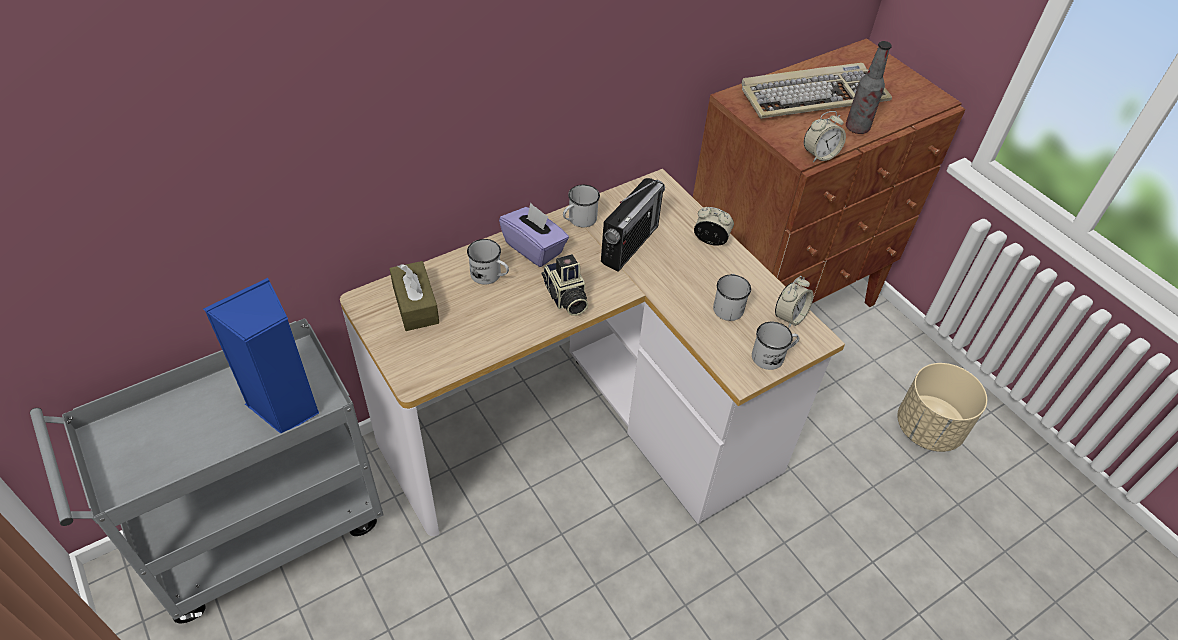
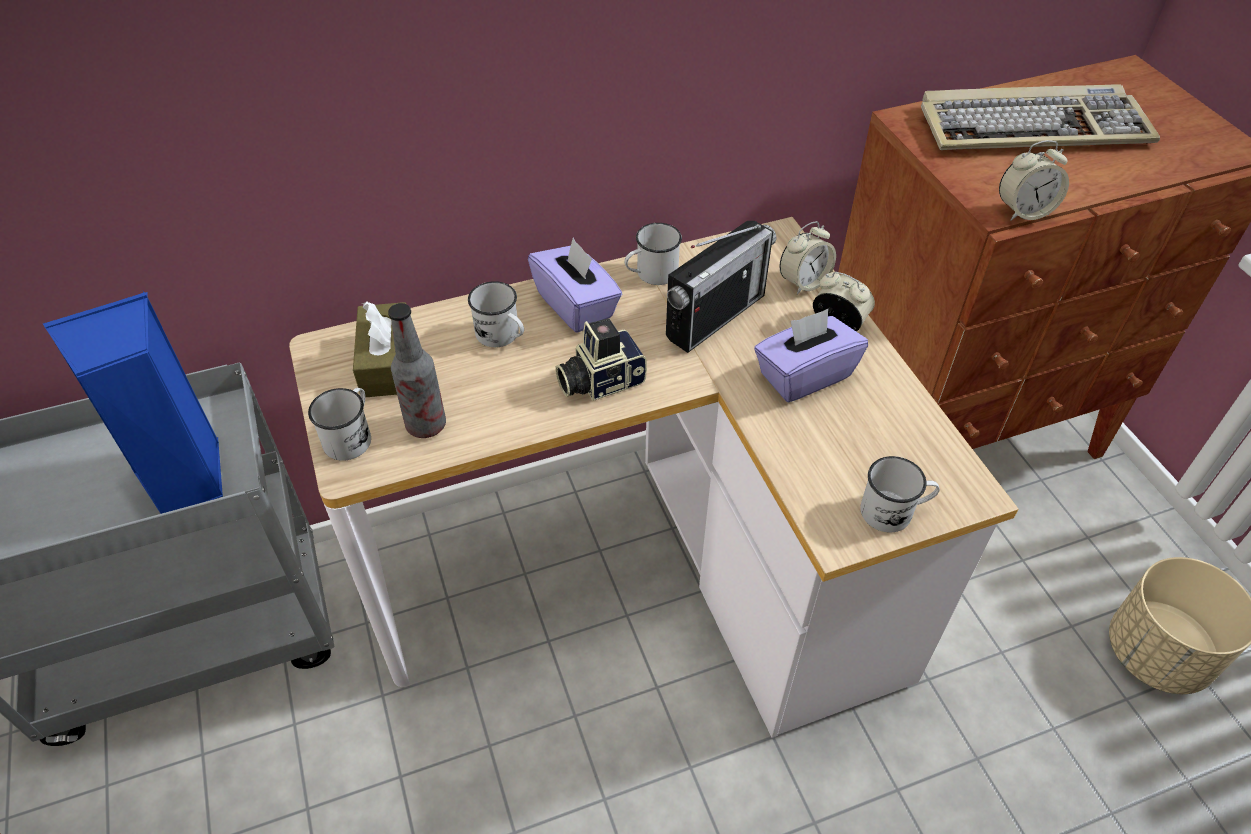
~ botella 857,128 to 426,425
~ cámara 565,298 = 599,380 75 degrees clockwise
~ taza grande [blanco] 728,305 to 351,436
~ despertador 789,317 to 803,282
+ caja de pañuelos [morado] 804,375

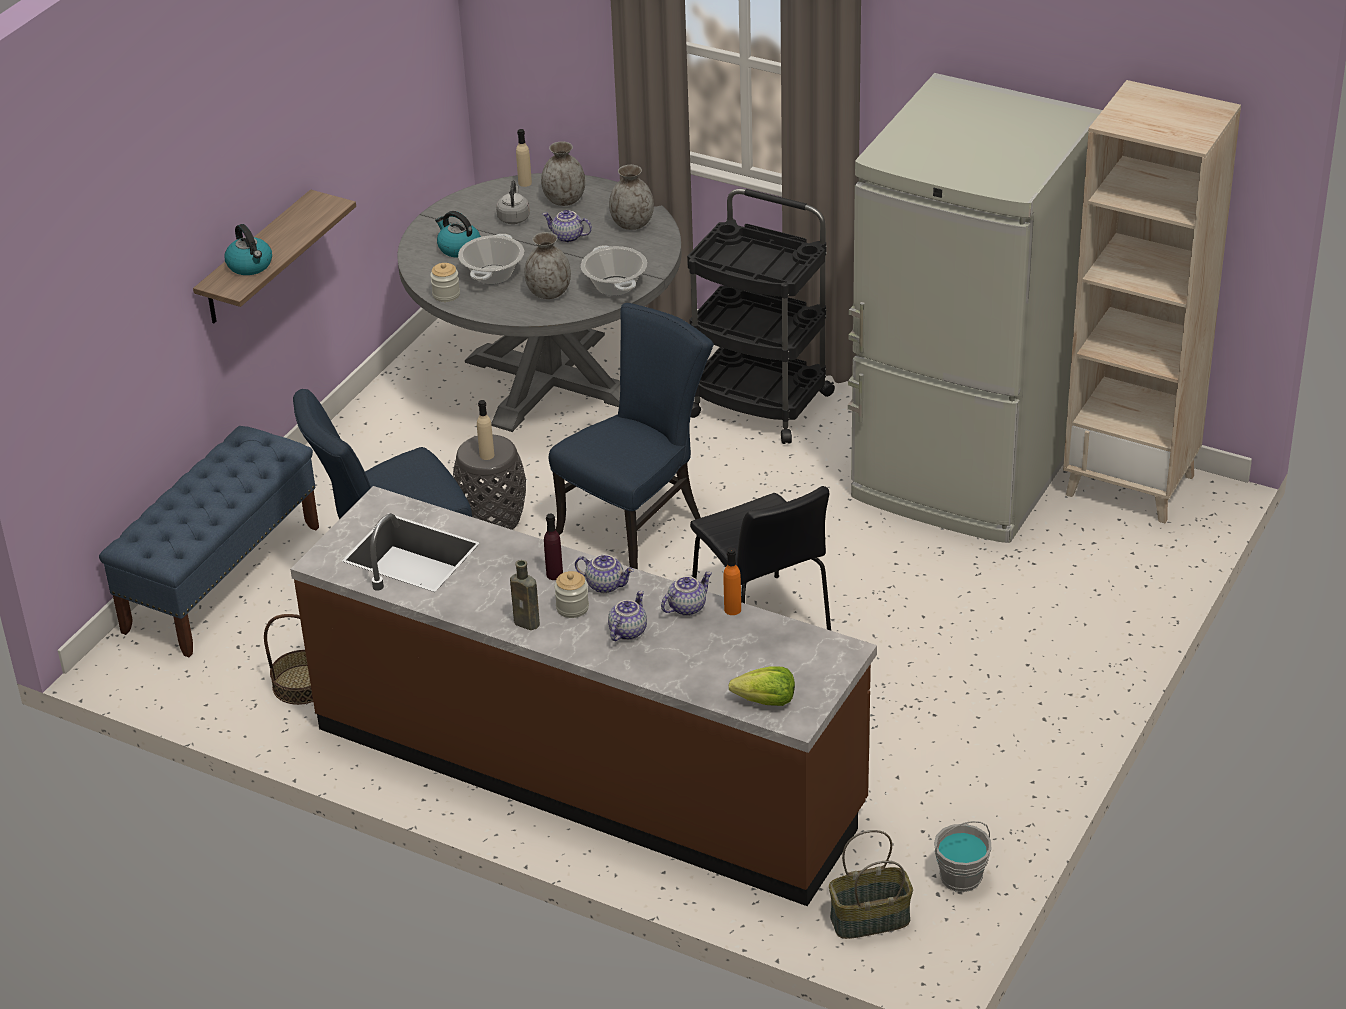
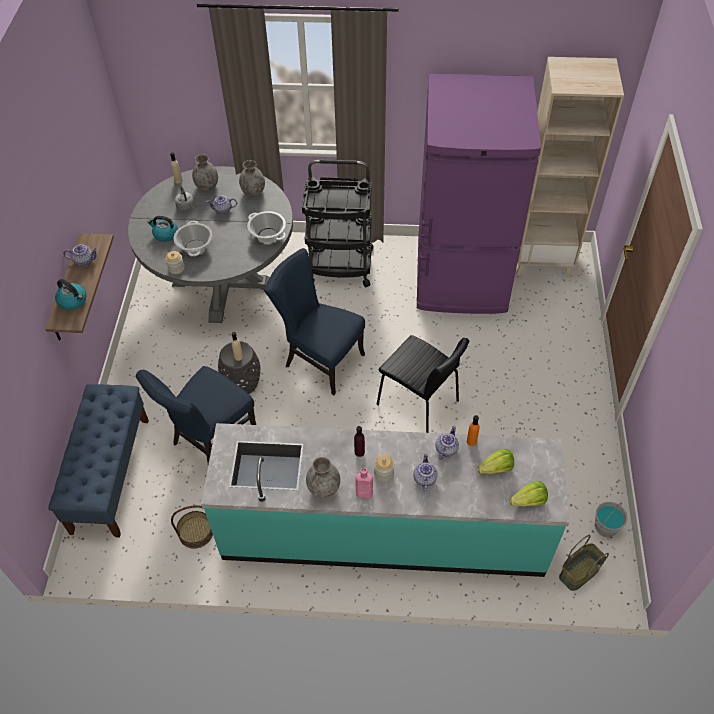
~ nevera [blanco] 963,471 to nevera [morado] 461,276
~ florero [gris] 549,293 to 324,488
~ silla [azul] 637,522 = 319,359 75 degrees counterclockwise
~ mueble bajo de cocina [marrón] 588,768 to mueble bajo de cocina [turquesa] 383,530
~ tetera 606,585 to 84,260
~ botella [marrón] 528,623 to botella [rosa] 365,493
+ lechuga 496,468

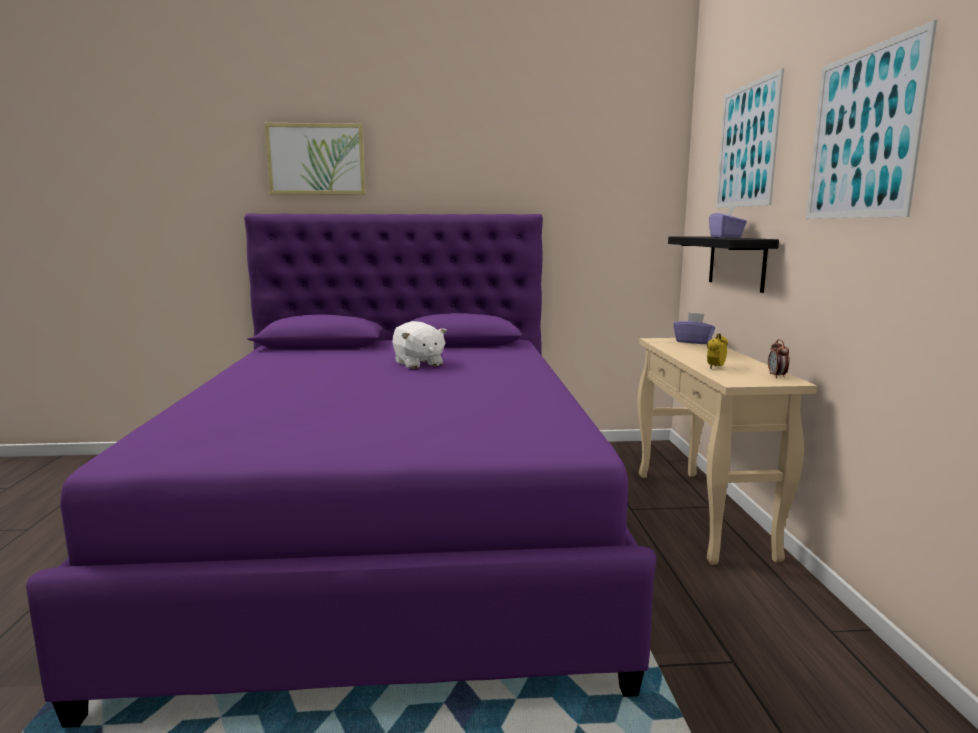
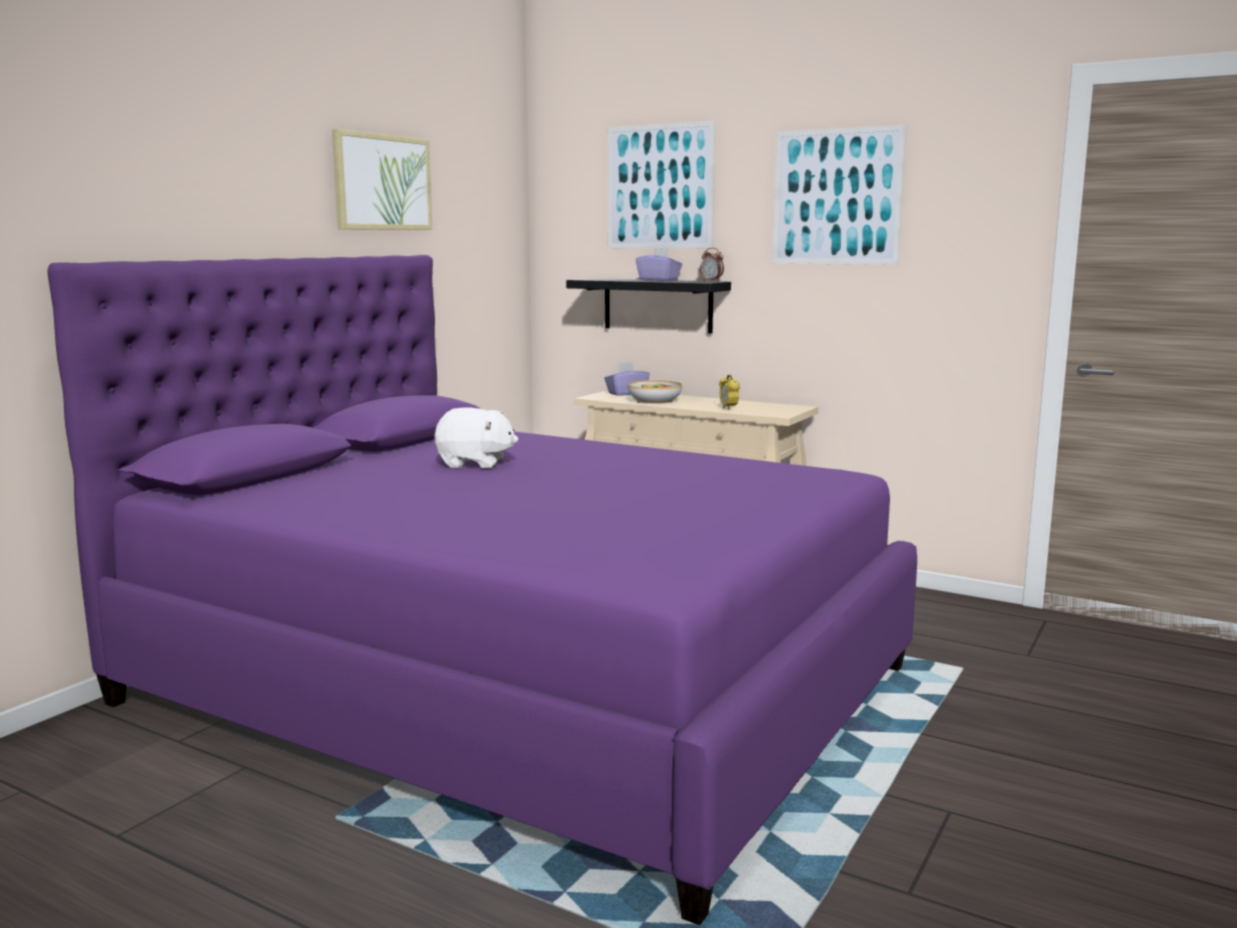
~ cuadro 316,159 to 382,182
~ despertador 777,376 to 711,281
+ cuenco 655,401

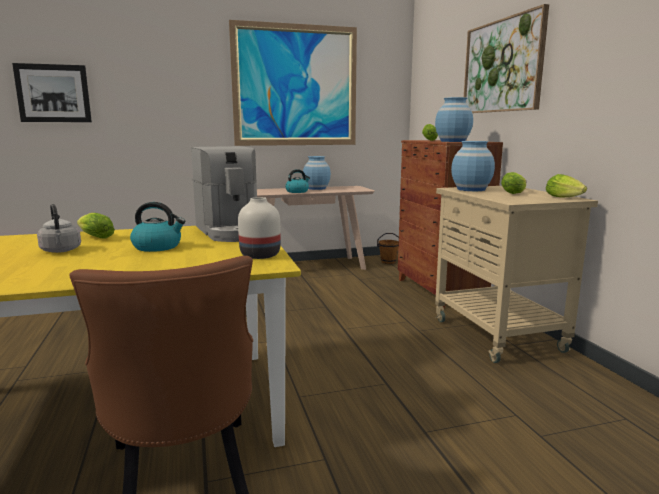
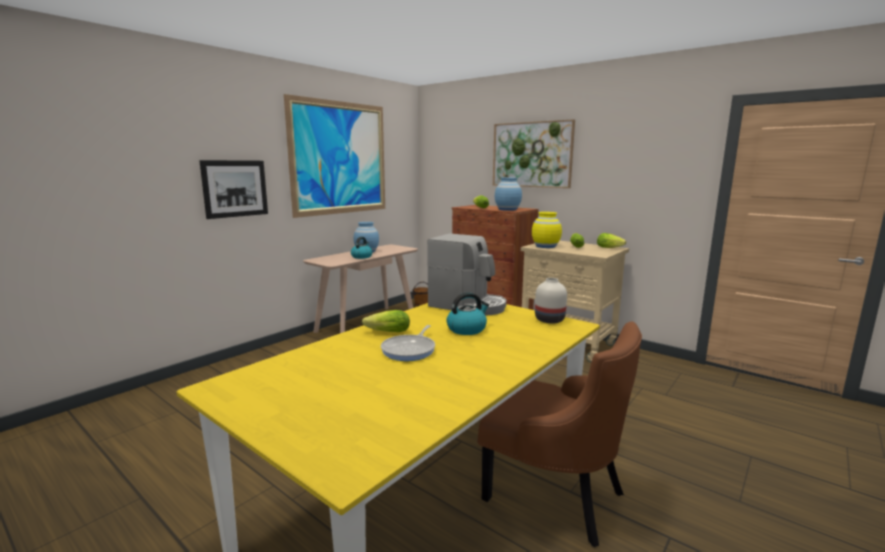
~ cuadro 53,93 to 235,188
~ florero [azul] 471,189 to florero [amarillo] 545,246
~ hervidor [gris] 61,251 to sartén 410,350

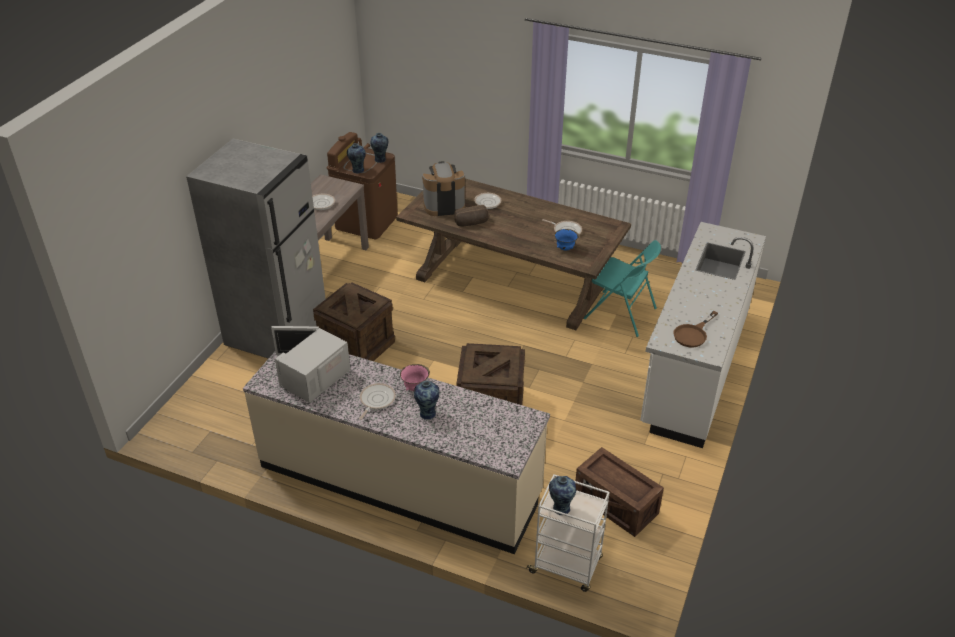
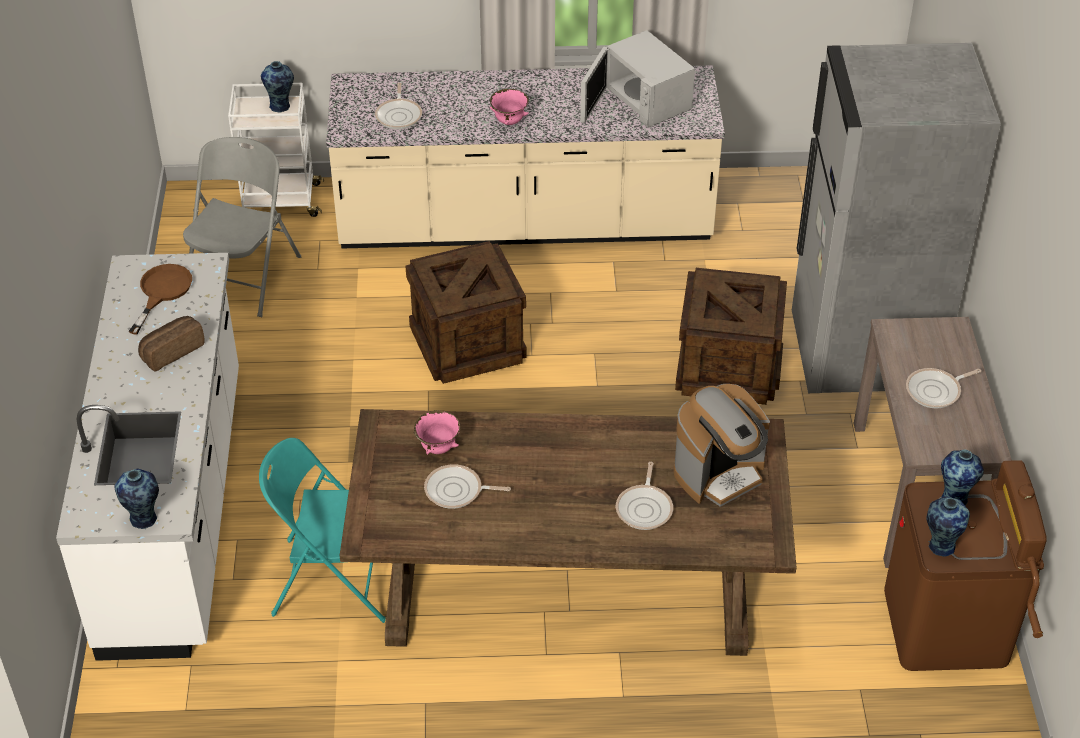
~ pan 471,223 to 171,351
~ cuenco [azul] 565,248 to cuenco [rosa] 438,448
~ microondas [blanco] 314,376 = 642,99 135 degrees clockwise
~ florero 427,413 to 144,519
~ sartén 376,400 to 399,115
~ caja de embalaje 615,504 to silla [gris] 244,277

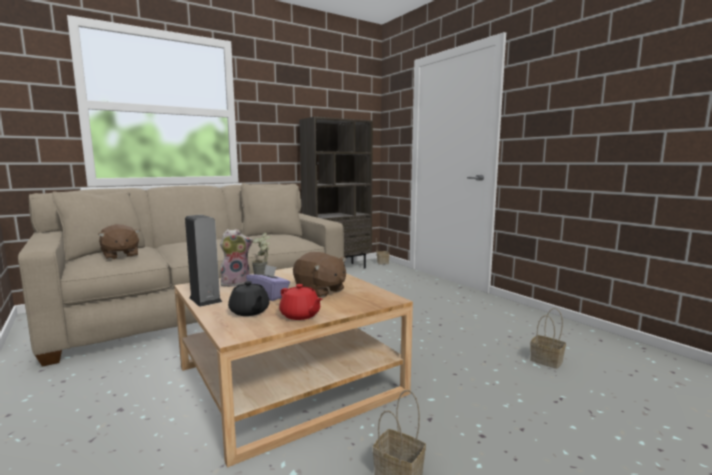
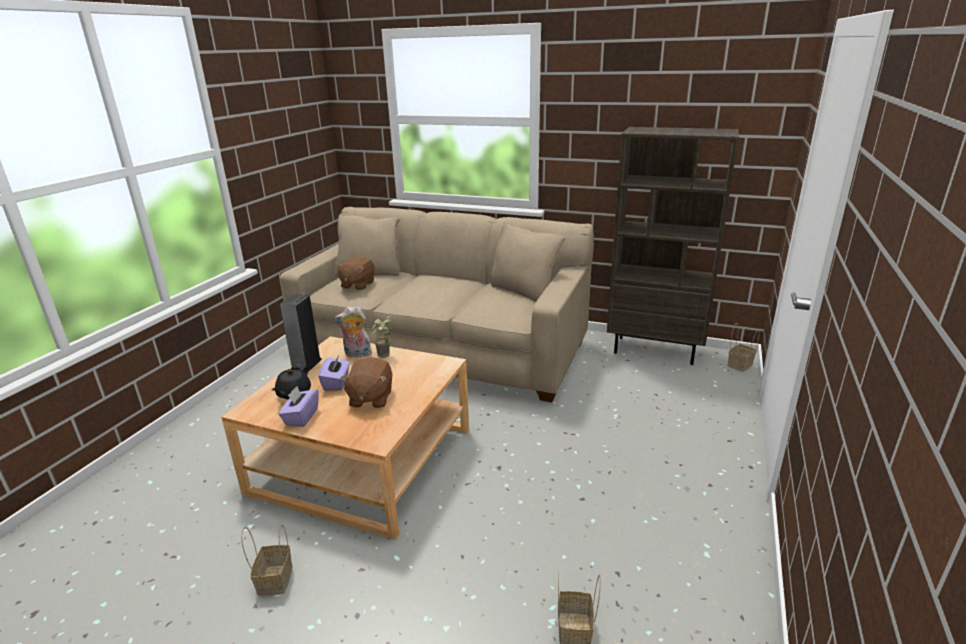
~ peluche 236,283 = 357,354 150 degrees clockwise
~ tetera [rojo] 300,315 to caja de pañuelos [morado] 301,417

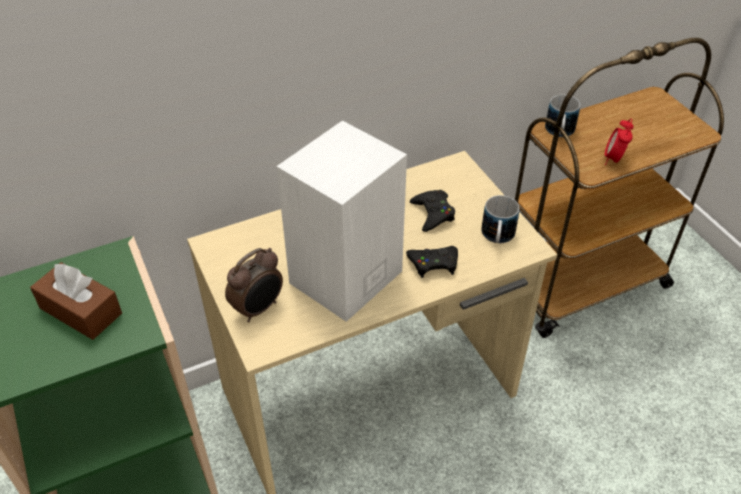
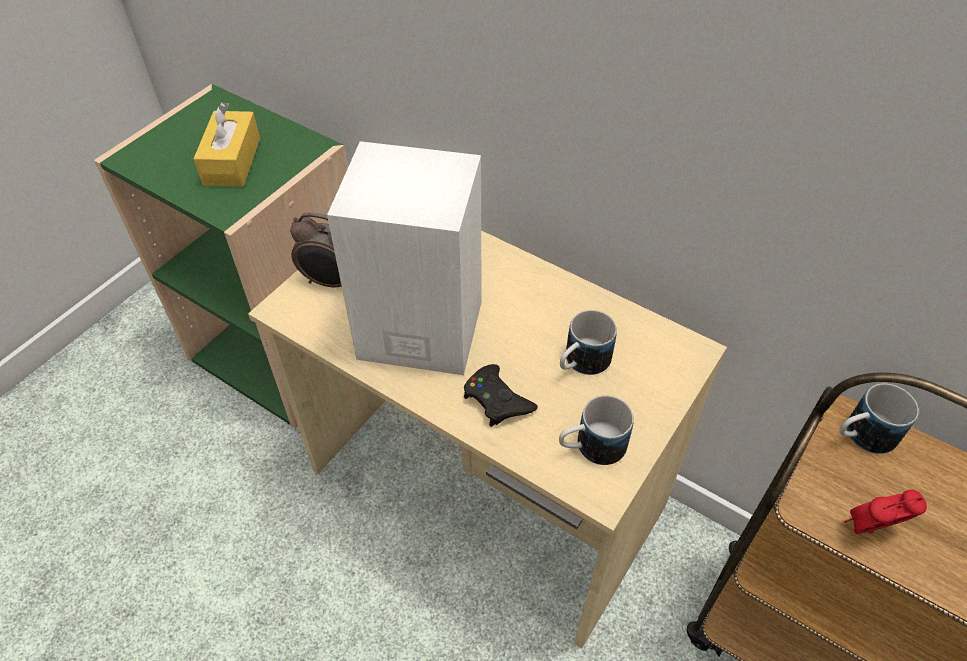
~ mando de consola [negro] 433,214 to taza grande 581,363
~ caja de pañuelos [marrón] 81,311 to caja de pañuelos [amarillo] 232,161

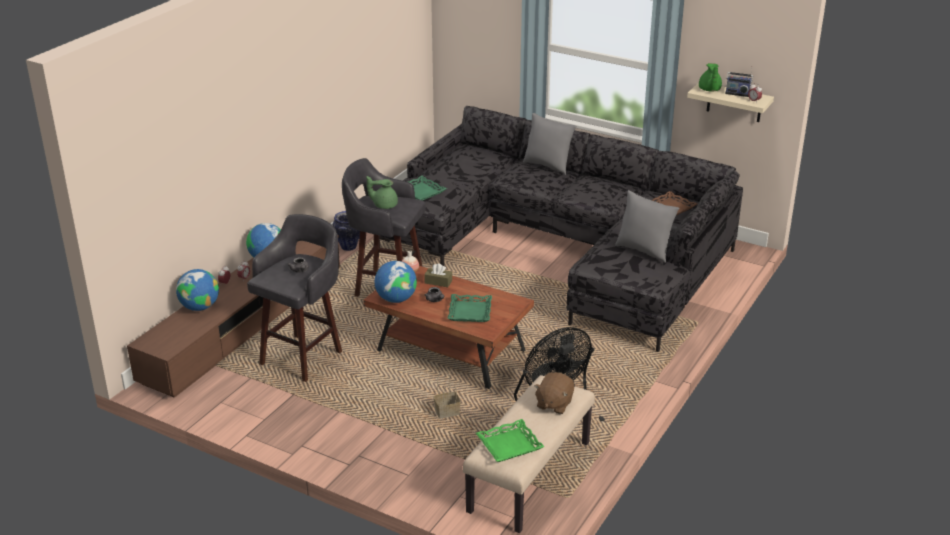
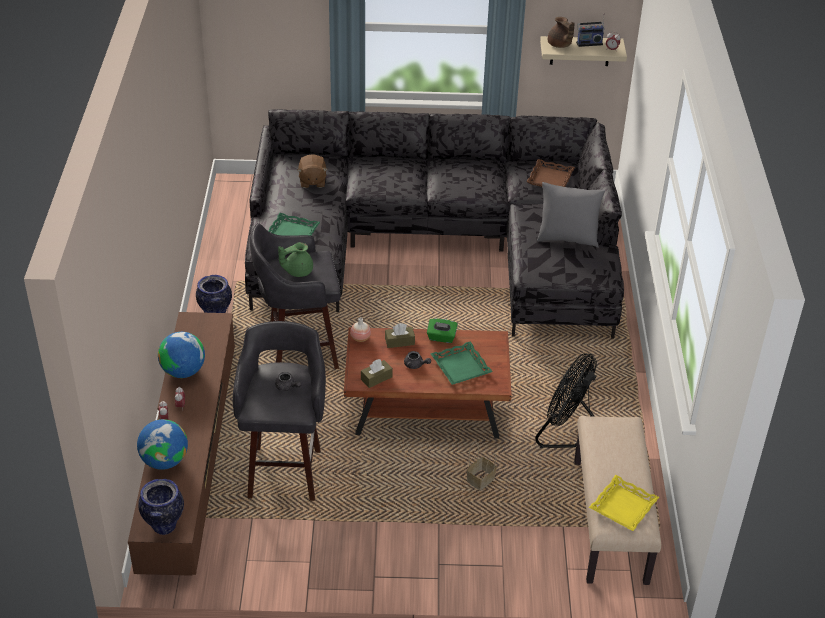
~ tetera [verde] 709,90 to tetera [marrón] 559,45
- cojín [gris] 548,165
~ globo terráqueo 396,299 to caja de pañuelos [marrón] 376,378
~ peluche [marrón] 554,404 to 312,181
~ bandeja [verde] 509,445 to bandeja [amarillo] 623,507
+ caja de pañuelos [verde] 441,337
+ florero 164,525

